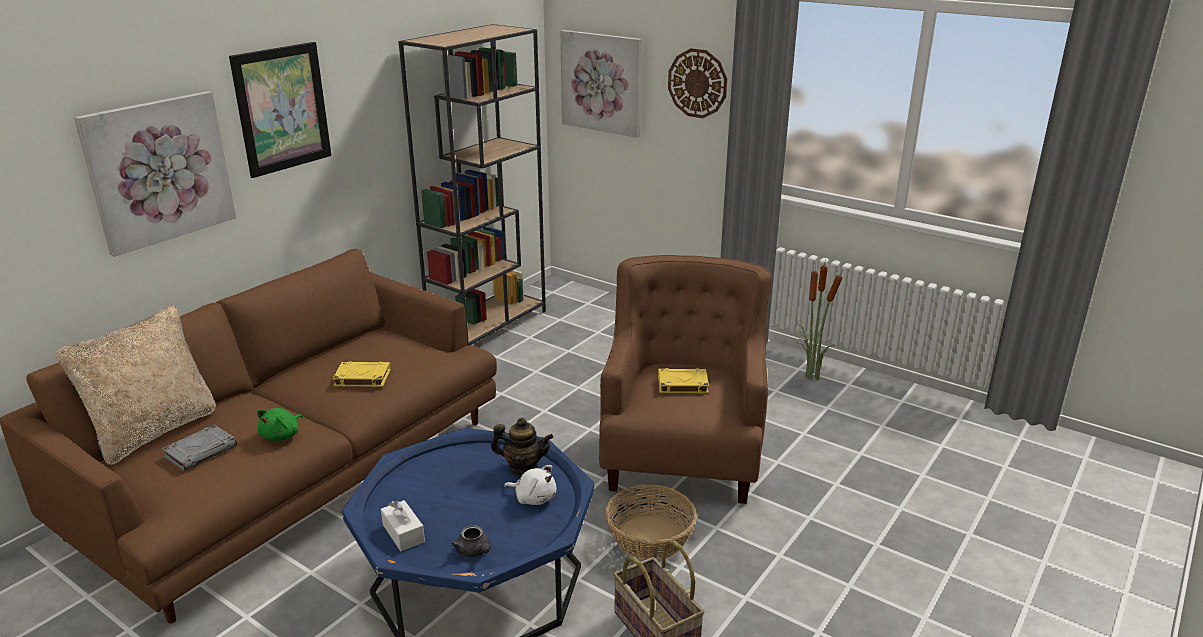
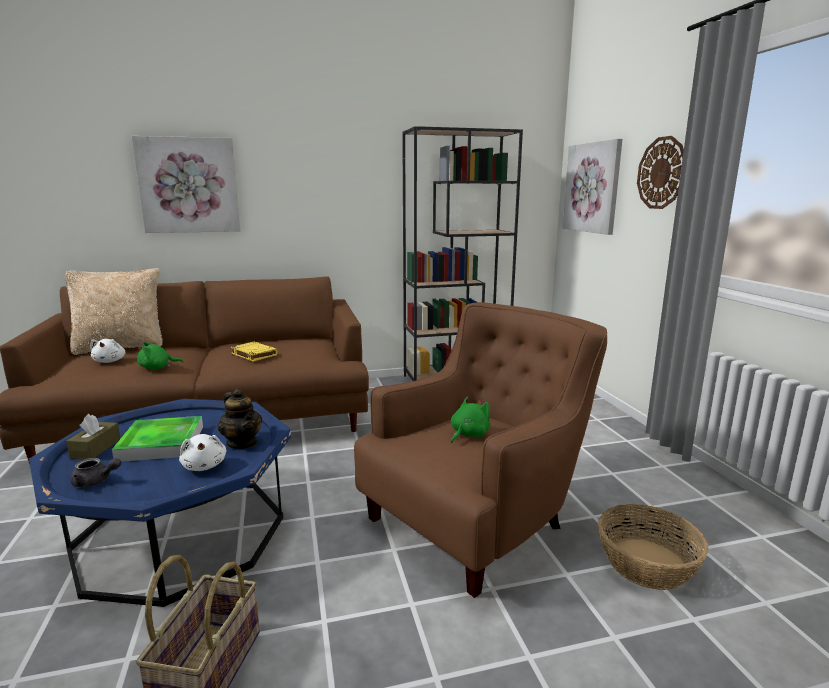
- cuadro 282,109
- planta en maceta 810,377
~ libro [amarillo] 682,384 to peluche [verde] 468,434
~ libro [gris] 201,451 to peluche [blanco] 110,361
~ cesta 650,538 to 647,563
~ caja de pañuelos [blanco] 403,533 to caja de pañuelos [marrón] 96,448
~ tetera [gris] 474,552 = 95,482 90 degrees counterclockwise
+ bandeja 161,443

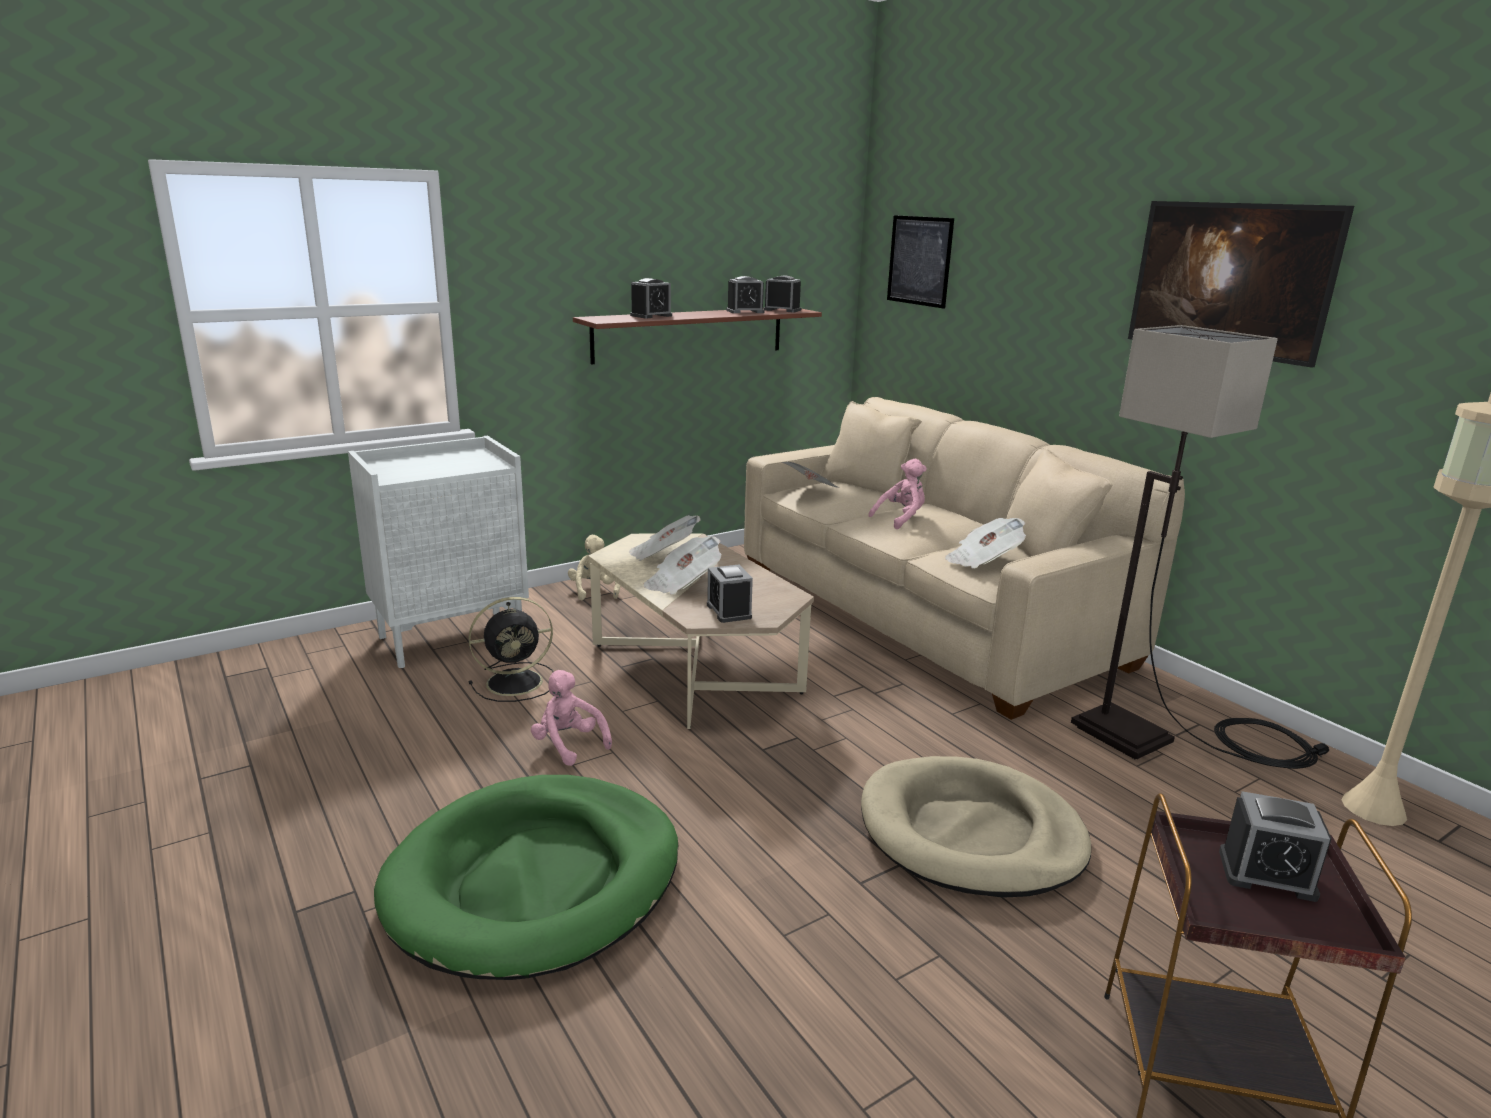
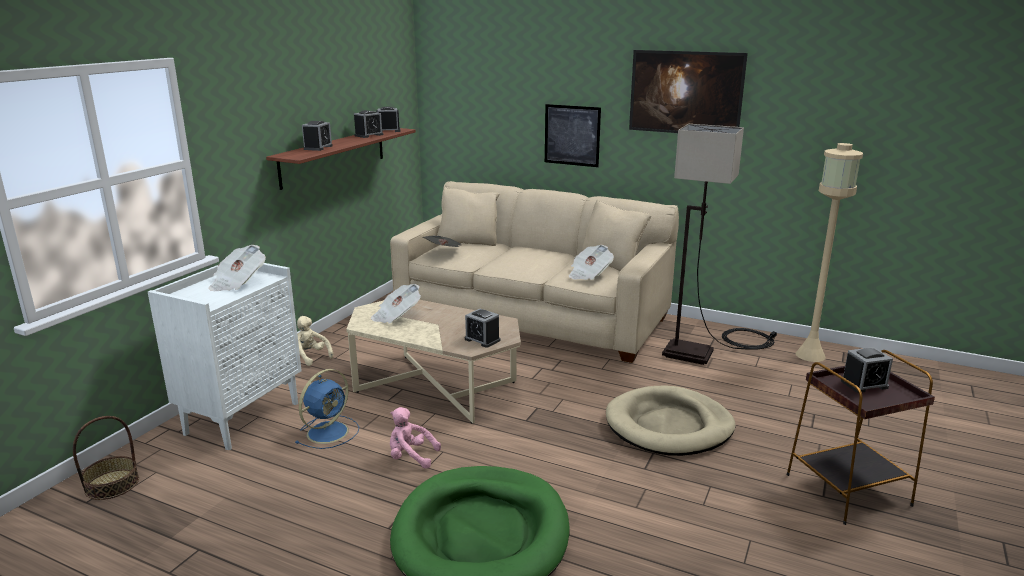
~ cuadro 919,261 to 572,135
- peluche [rosa] 901,519
~ periódico 682,584 to 238,283
~ ventilador [negro] 517,682 to ventilador [azul] 329,431
+ cesta 112,484

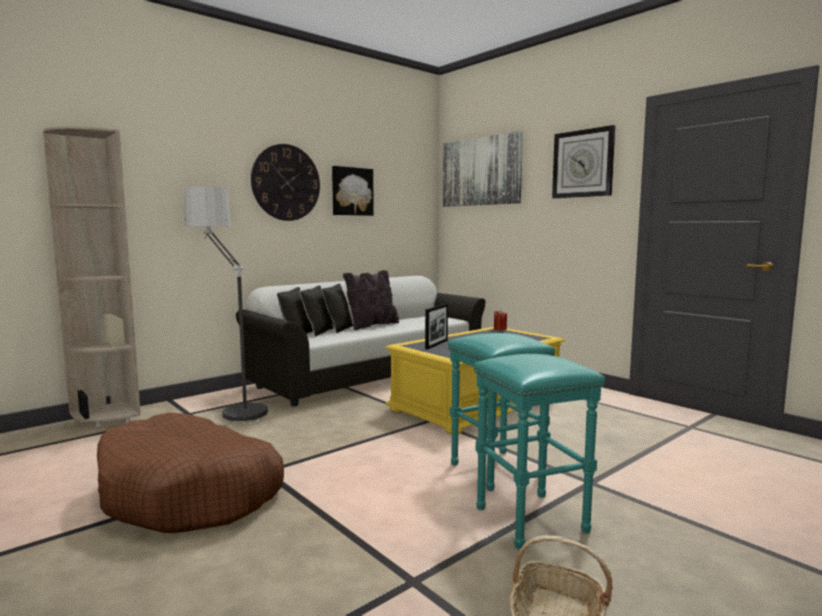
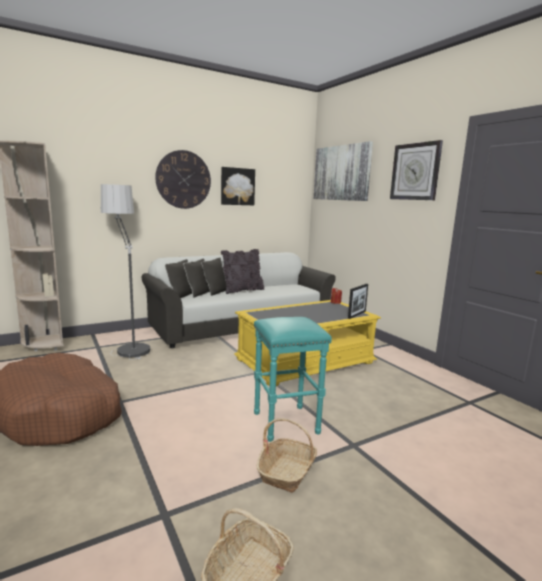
~ portarretratos 436,344 to 357,314
~ taburete [turquesa] 531,517 to cesta 287,471

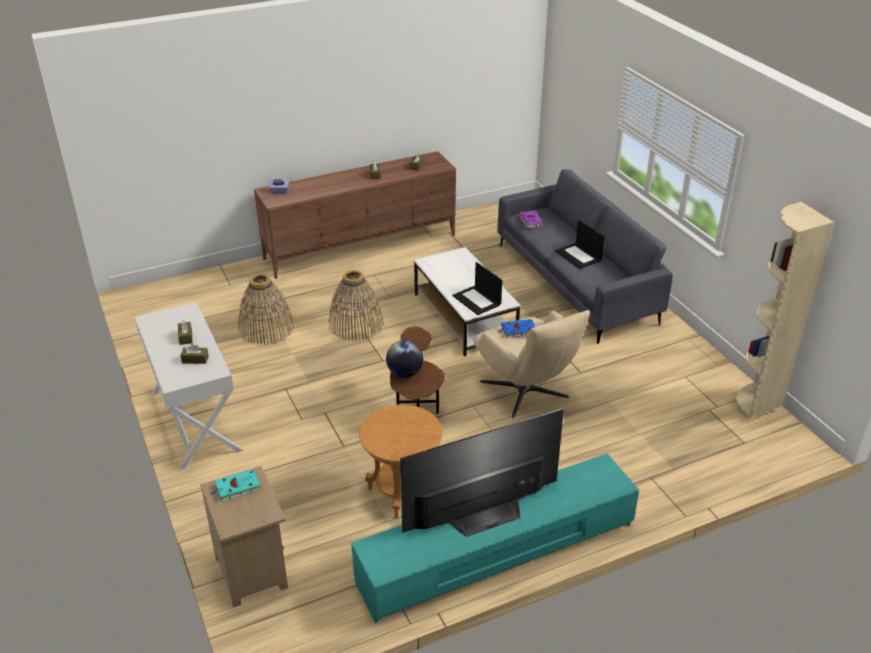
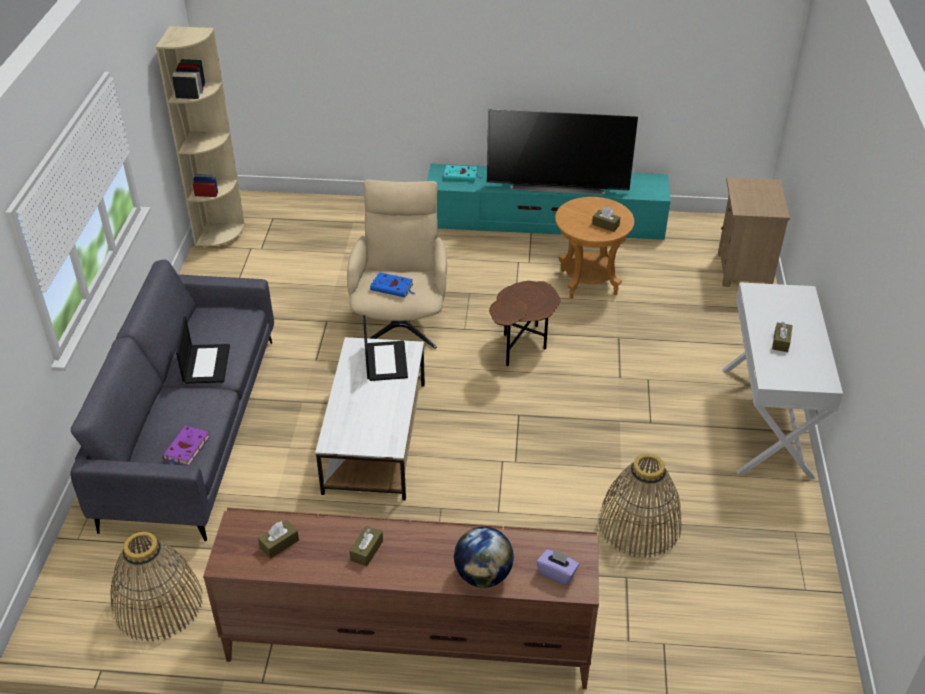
~ cesta 355,324 to 158,603
~ globo terráqueo 405,373 to 483,575
~ caja de pañuelos [marrón] 195,359 to 605,225
~ libro [turquesa] 236,487 to 461,175

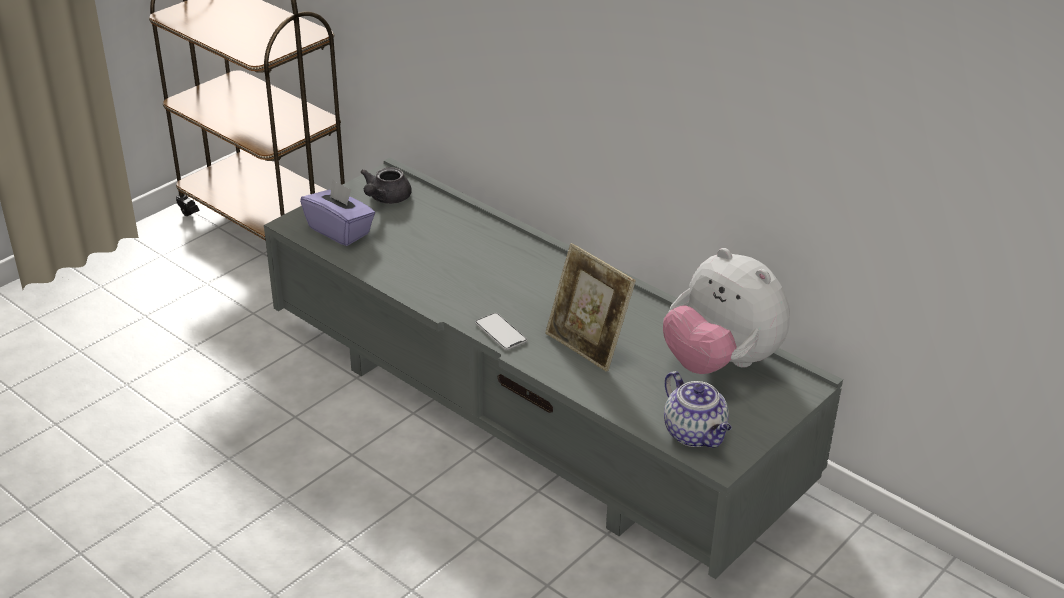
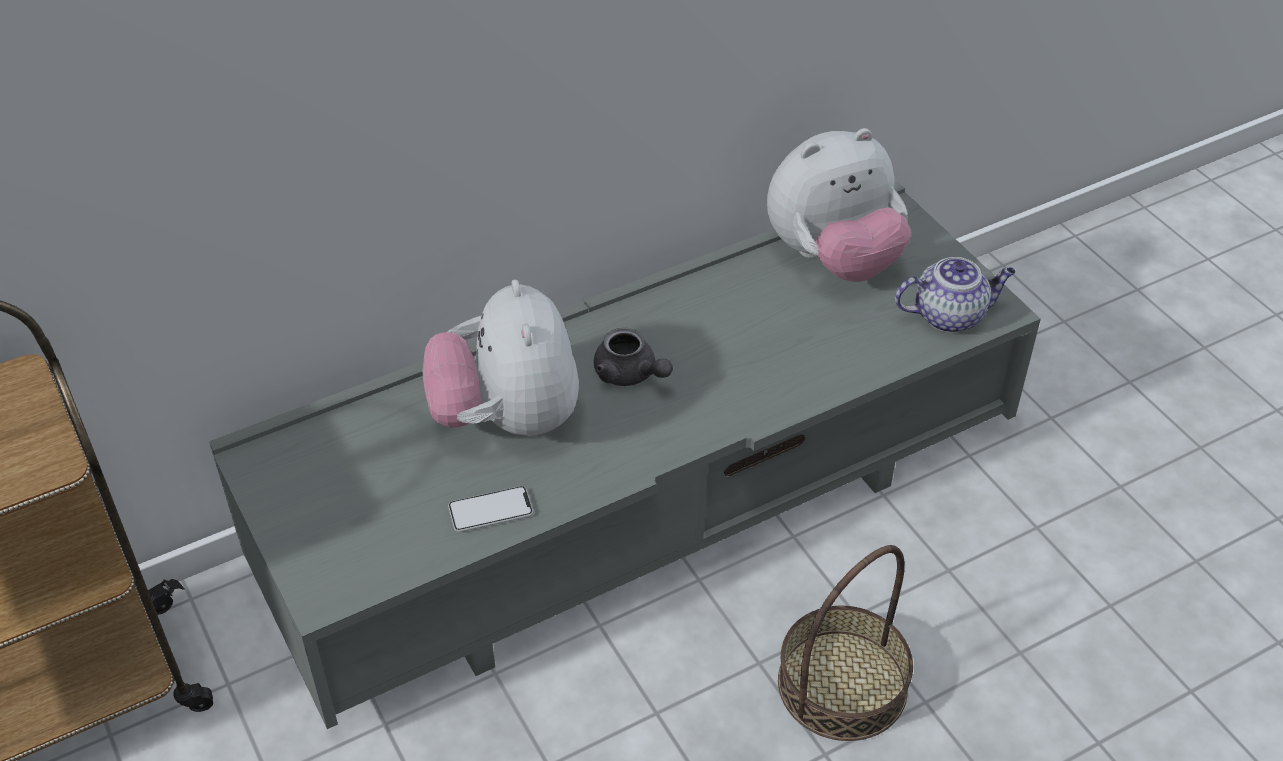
~ tetera [gris] 385,198 to 630,375
- caja de pañuelos [morado] 340,231
- portarretratos 587,346
~ móvil 500,332 to 490,510
+ peluche 507,418
+ cesta 842,684

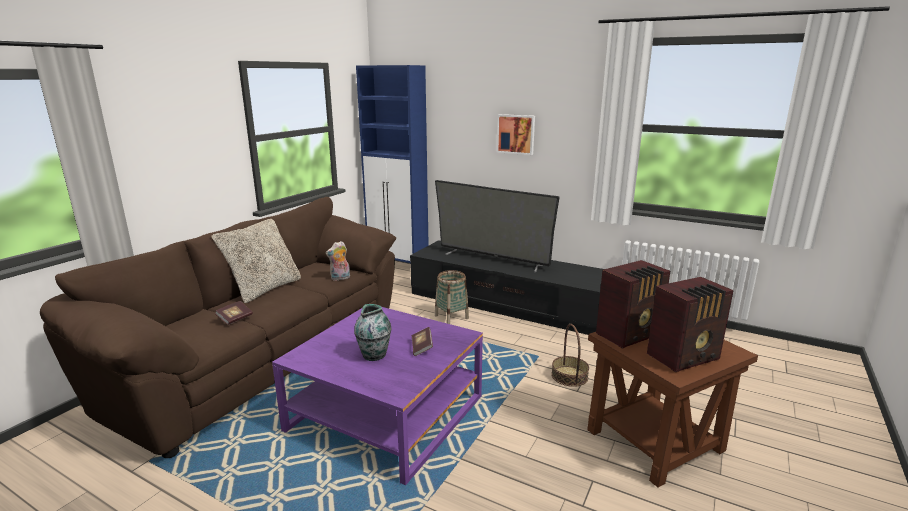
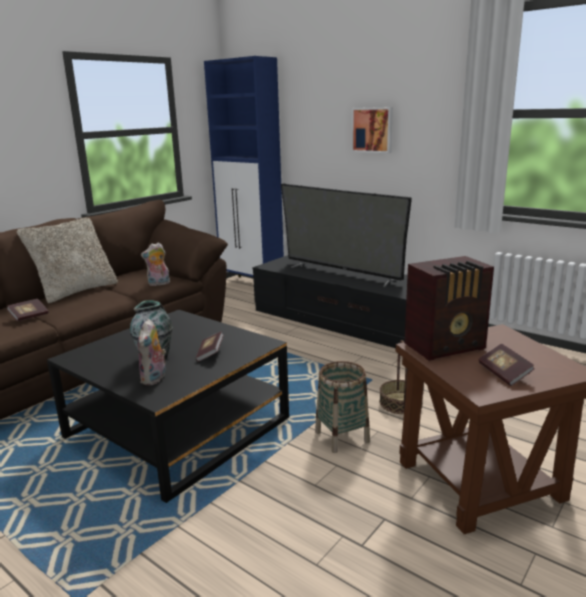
~ cesta 451,317 to 342,437
~ radio 685,357 to libro 504,374
~ mesa de centro [morado] 386,413 to mesa de centro [negro] 178,427
+ peluche 154,379

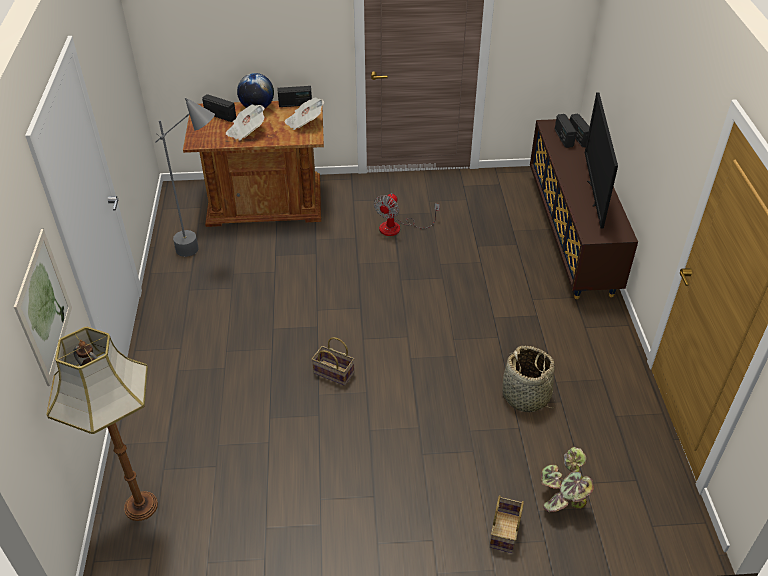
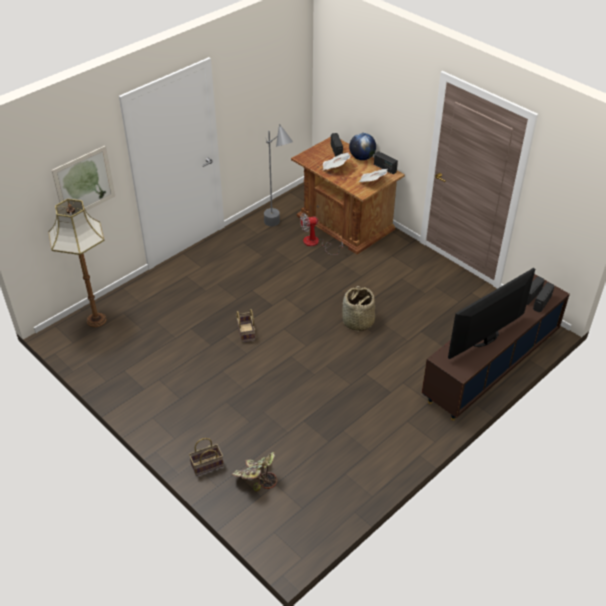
~ ventilador 397,228 to 316,243
~ cesta 526,396 to 357,322

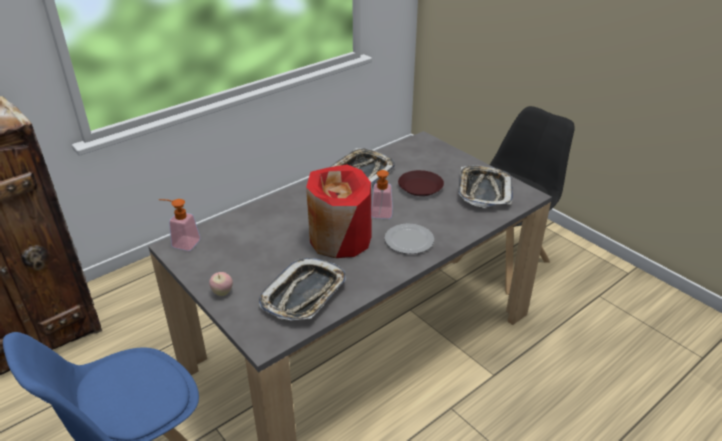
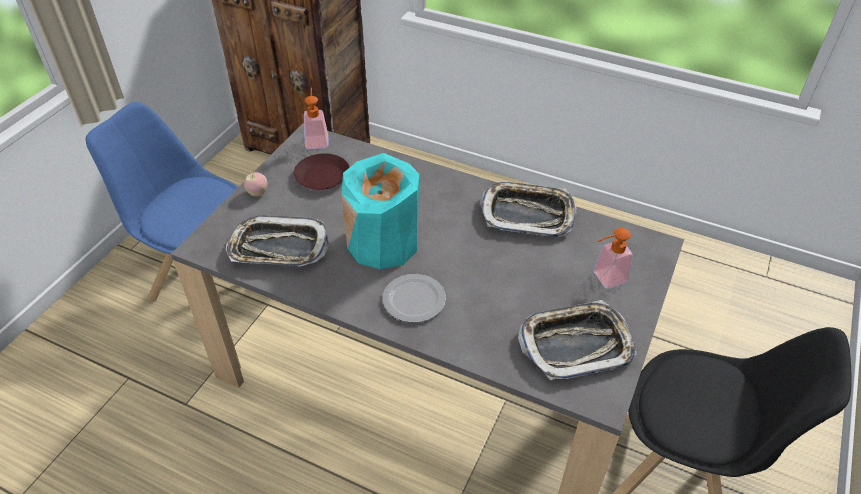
~ florero [rojo] 340,239 to florero [turquesa] 383,241
~ dispensador de jabón 381,216 to 604,279
~ plato [marrón] 420,187 to 323,176

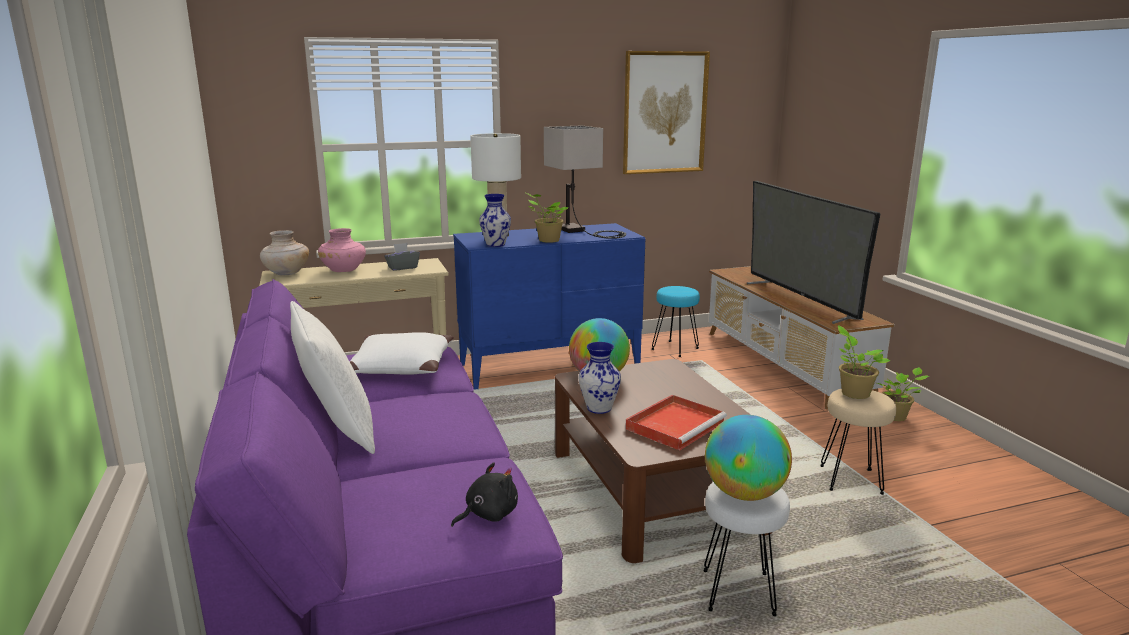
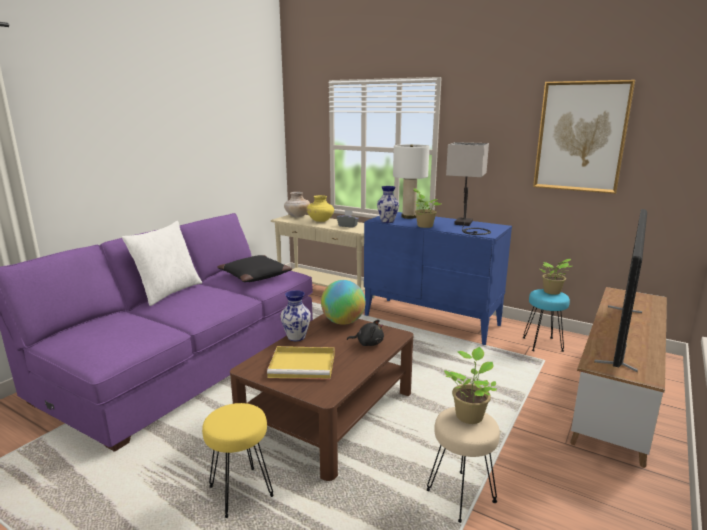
~ florero [rosa] 344,270 to florero [amarillo] 320,221
~ cojín [blanco] 400,366 to cojín [negro] 254,276
~ planta en maceta 896,417 to 552,292
~ bandeja [rojo] 676,425 to bandeja [amarillo] 304,365
- globo terráqueo 744,494
~ peluche [negro] 488,514 to 368,343
~ taburete [blanco] 739,593 to taburete [amarillo] 241,493

